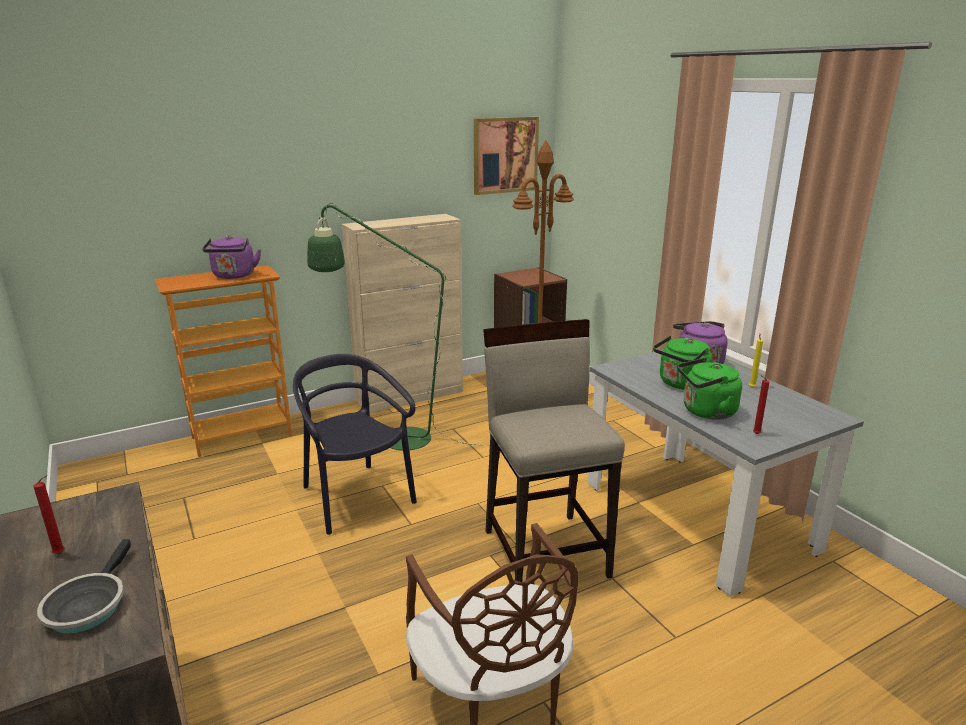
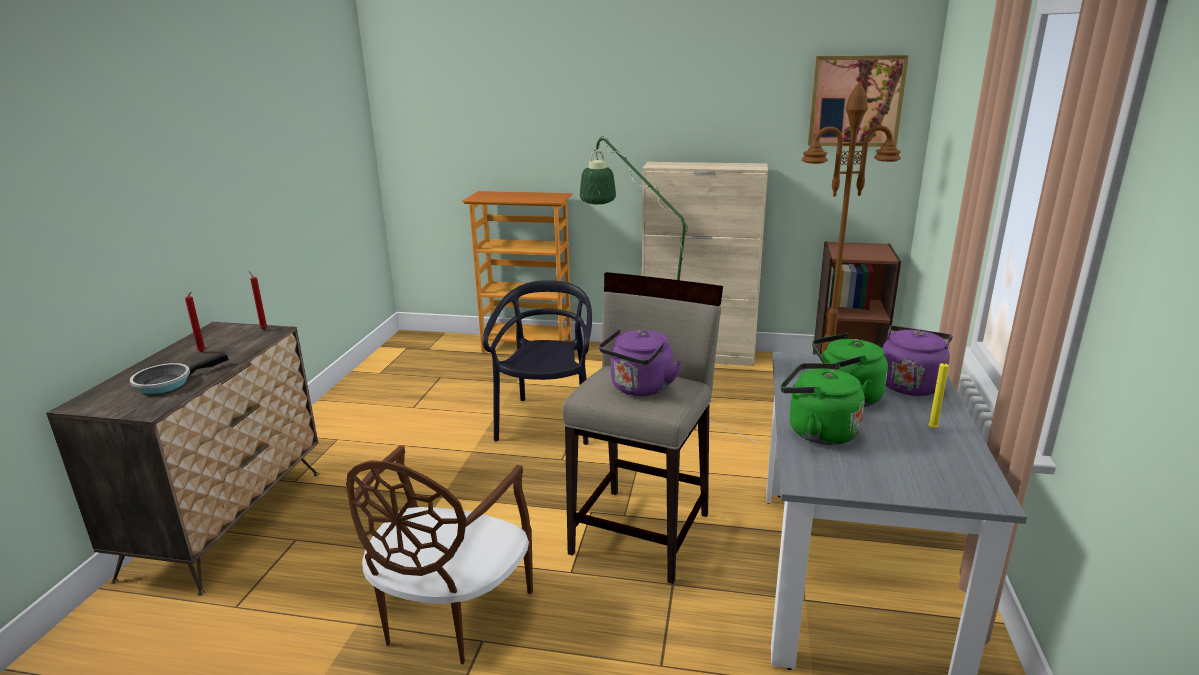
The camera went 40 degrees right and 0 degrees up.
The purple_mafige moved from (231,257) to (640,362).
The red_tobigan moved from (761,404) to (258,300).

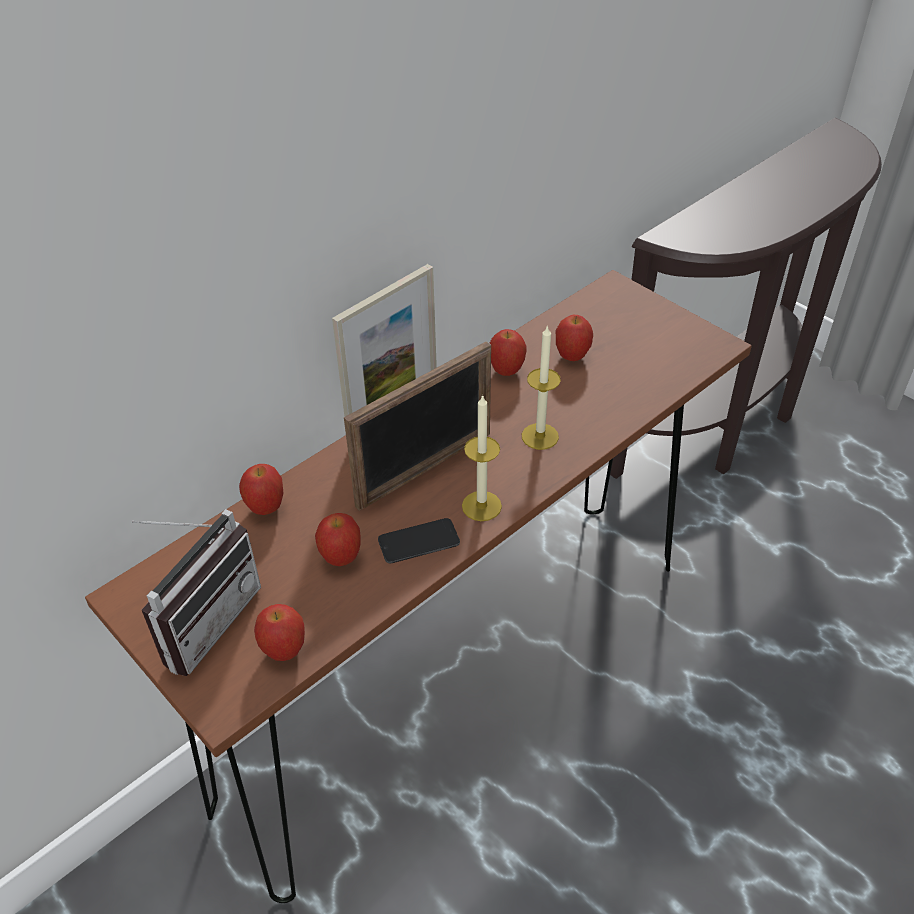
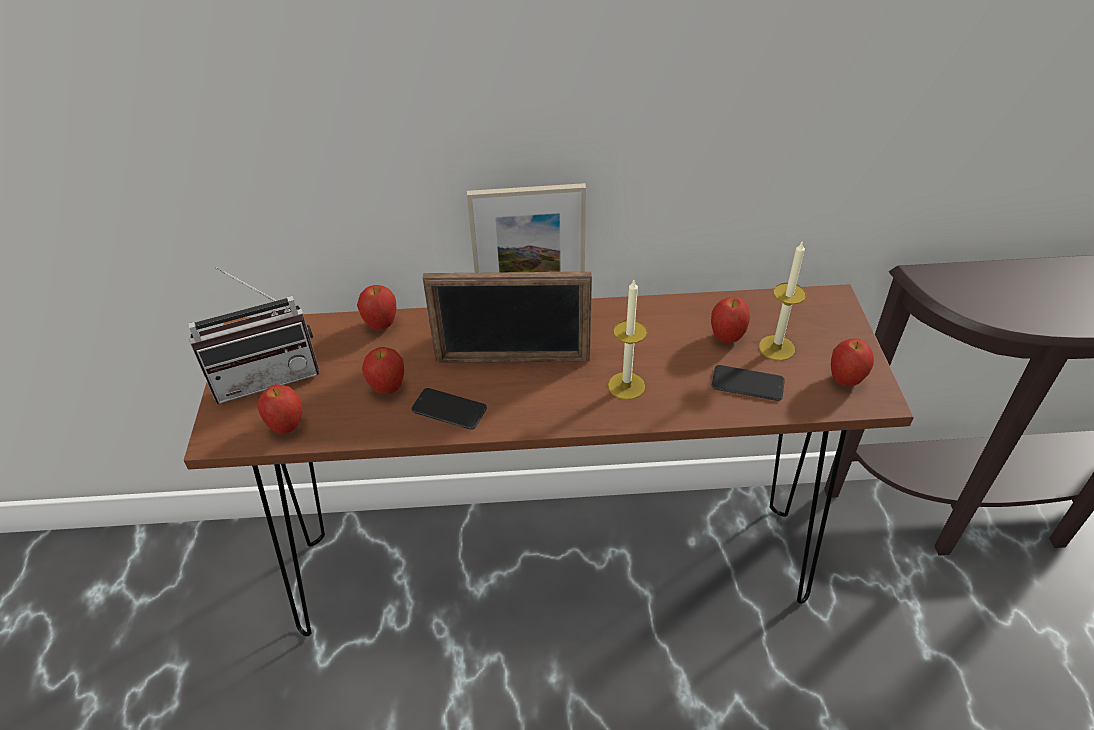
The camera went 40 degrees right and 0 degrees up.
The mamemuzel moved from (508,352) to (852,362).
The tobigan moved from (482,457) to (782,300).
The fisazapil at (748,383) appeared.

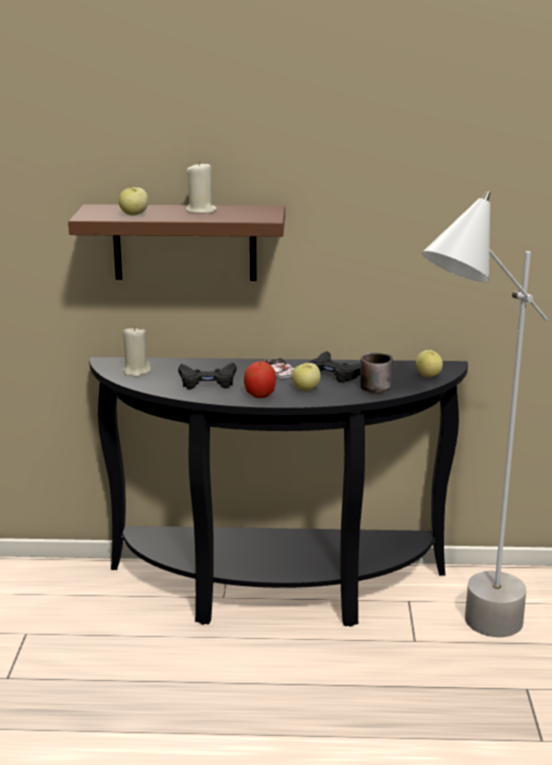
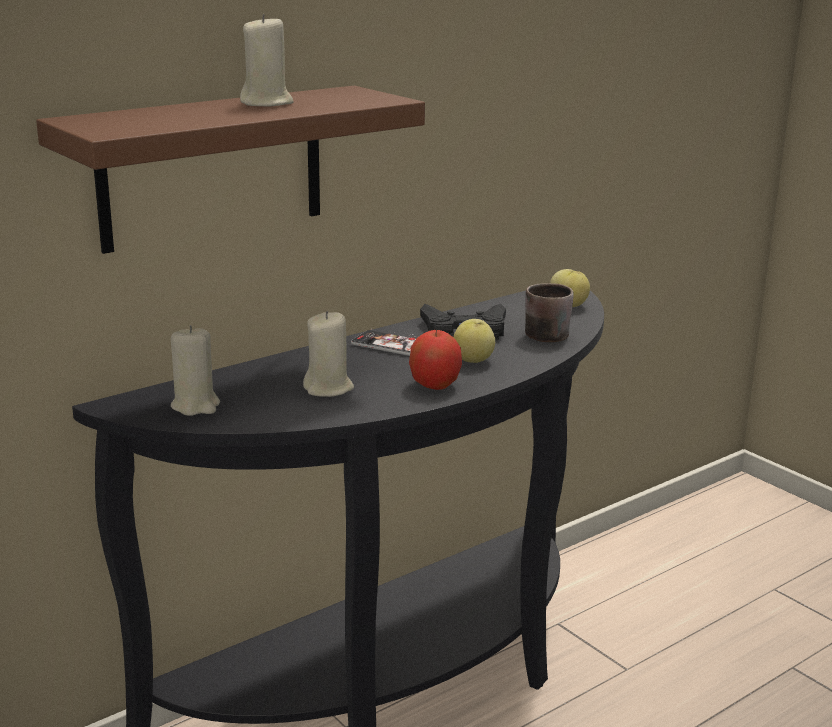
The camera went 40 degrees left and 0 degrees up.
The mamemuzel at (133,201) disappeared.
The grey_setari at (484,414) disappeared.
The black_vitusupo at (207,376) was replaced by the beige_tobigan at (328,354).

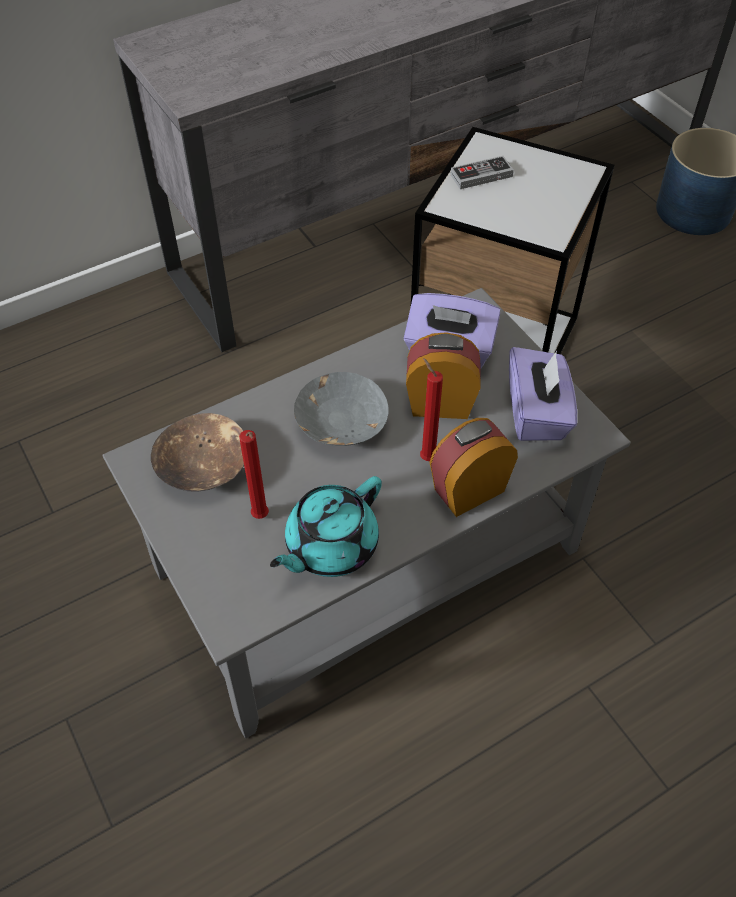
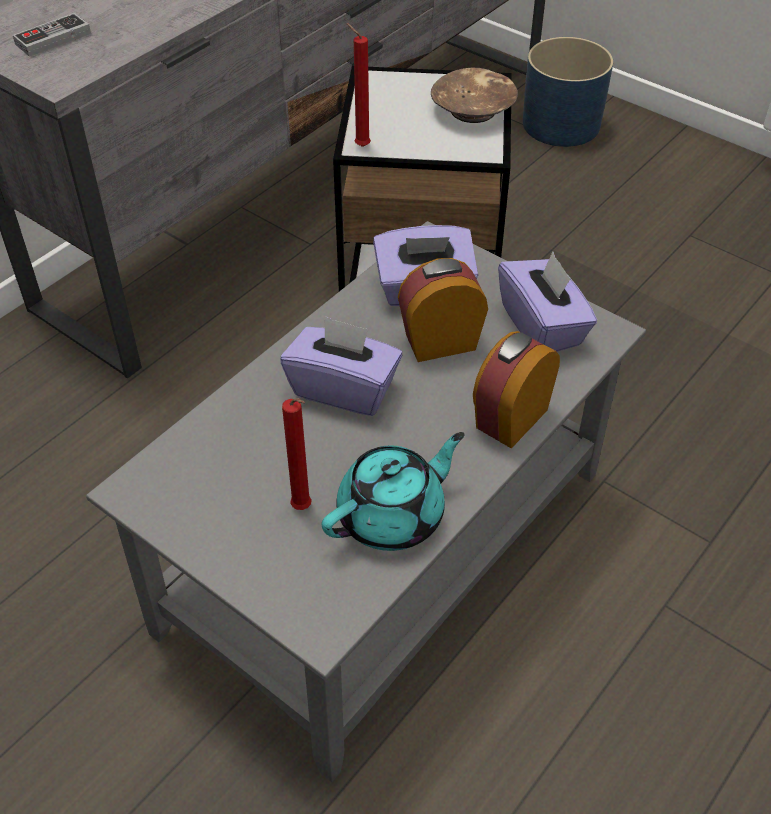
The camera went 20 degrees left and 5 degrees down.
The vitusupo moved from (482,172) to (52,35).
The red_tobigan moved from (431,409) to (359,85).
The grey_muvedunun at (341,409) was replaced by the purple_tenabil at (341,366).
The brown_muvedunun moved from (197,452) to (474,95).
The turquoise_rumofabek at (326,526) turned 150 degrees counterclockwise.

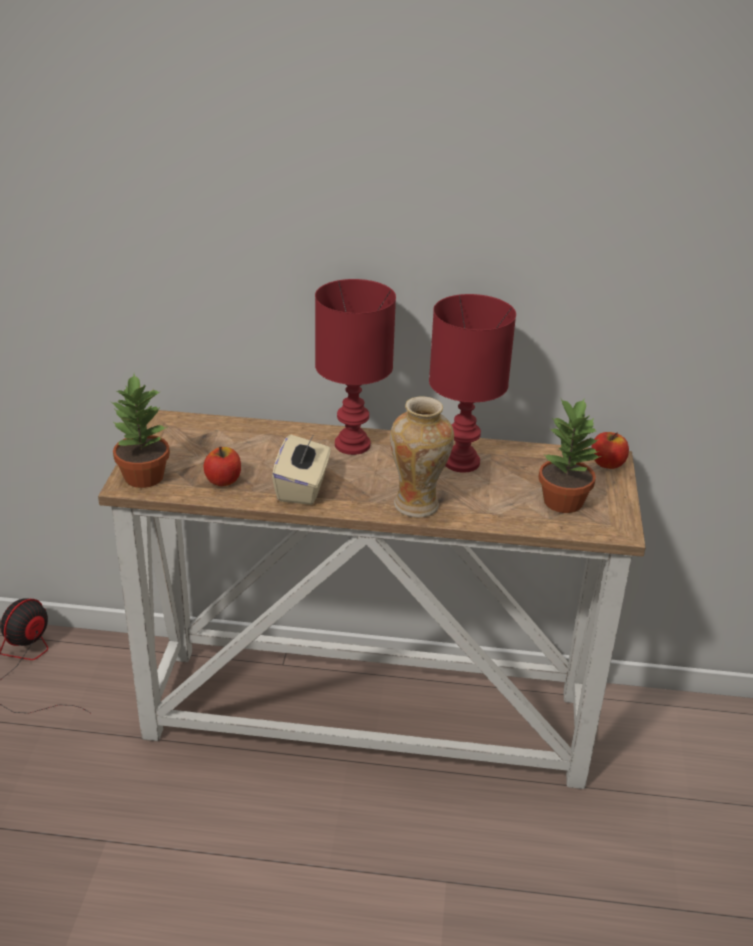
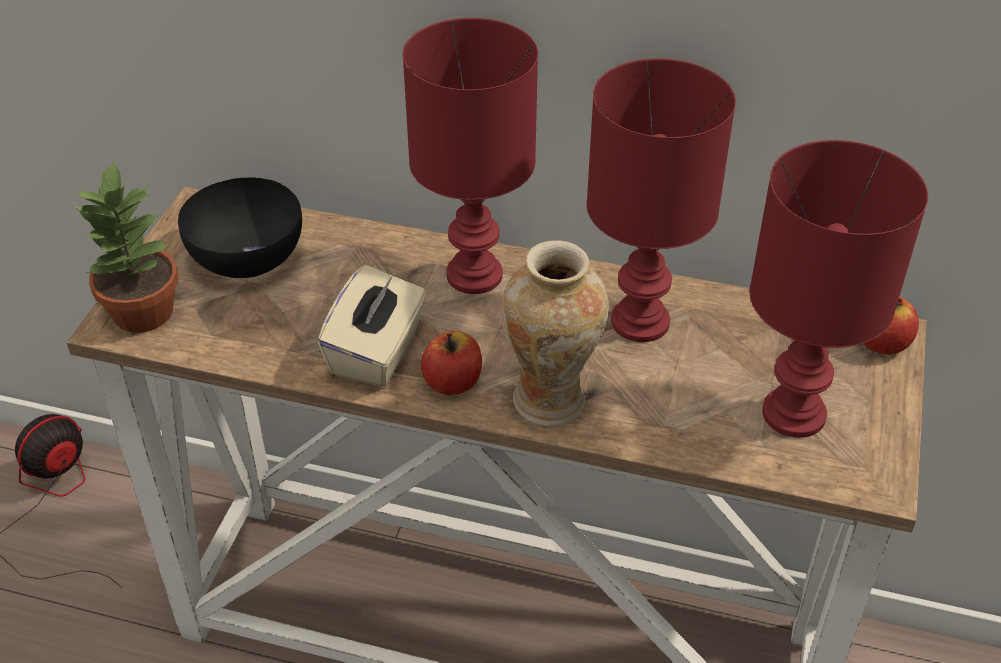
The camera went 10 degrees right and 10 degrees up.
The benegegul at (570,455) was replaced by the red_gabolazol at (838,289).
The mamemuzel moved from (222,466) to (451,363).
The black_muvedunun at (240,227) appeared.

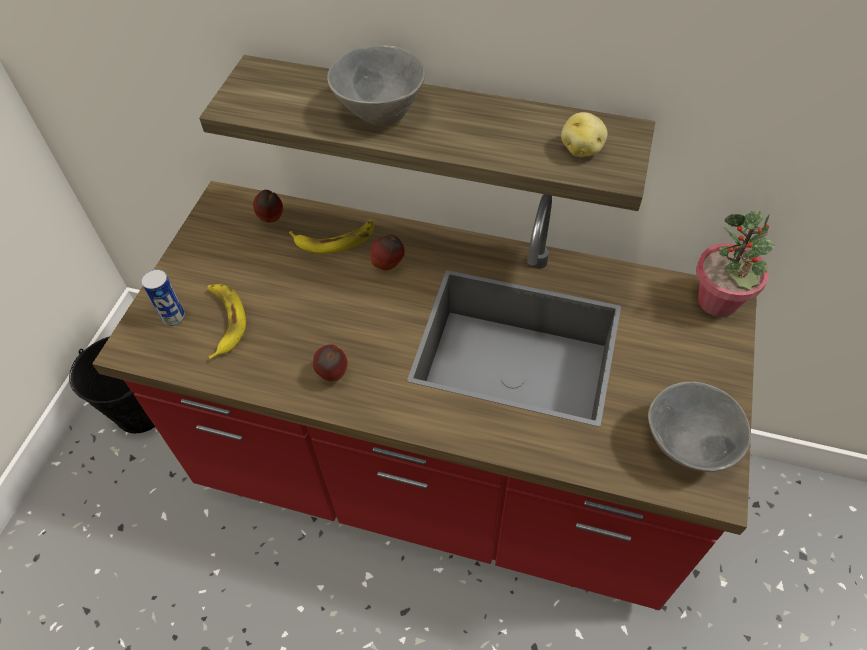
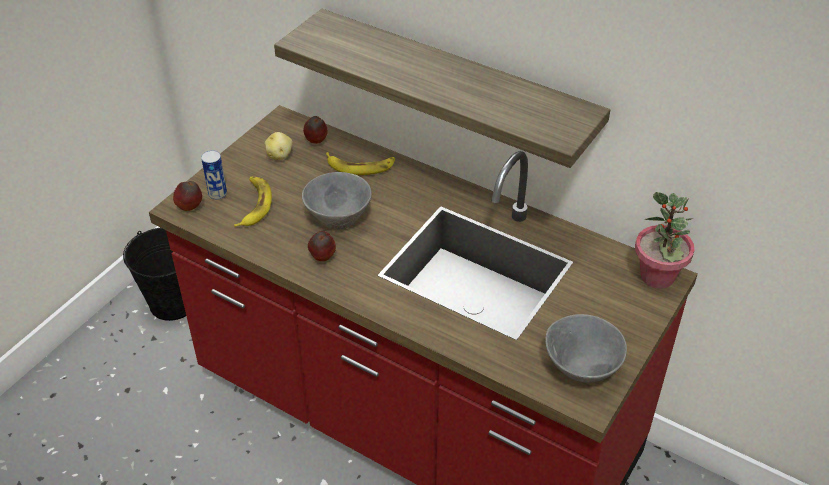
The camera went 15 degrees right and 10 degrees down.
The grey_muvedunun moved from (376,85) to (337,201).
The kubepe moved from (584,134) to (279,146).
The mamemuzel moved from (387,252) to (187,196).

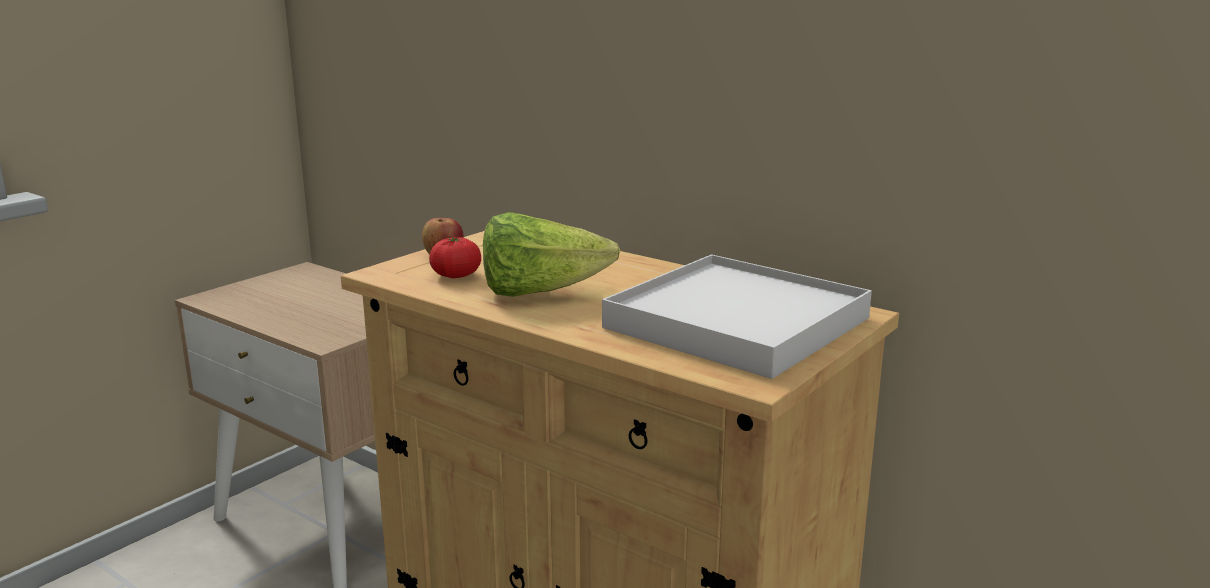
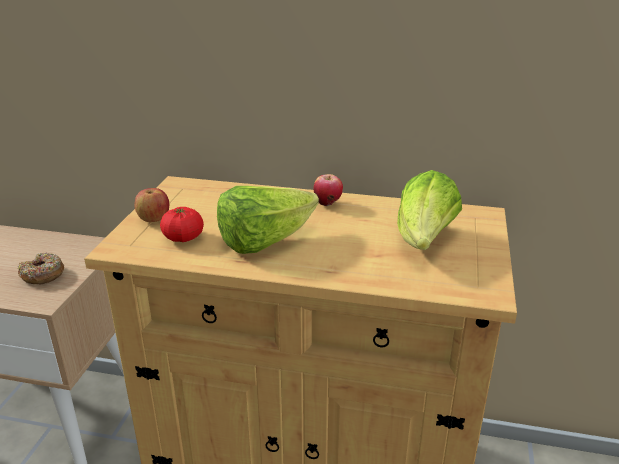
The camera went 25 degrees left and 10 degrees up.
The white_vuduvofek at (737,316) was replaced by the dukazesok at (429,210).
The mamemuzel at (328,190) appeared.
The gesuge at (41,268) appeared.

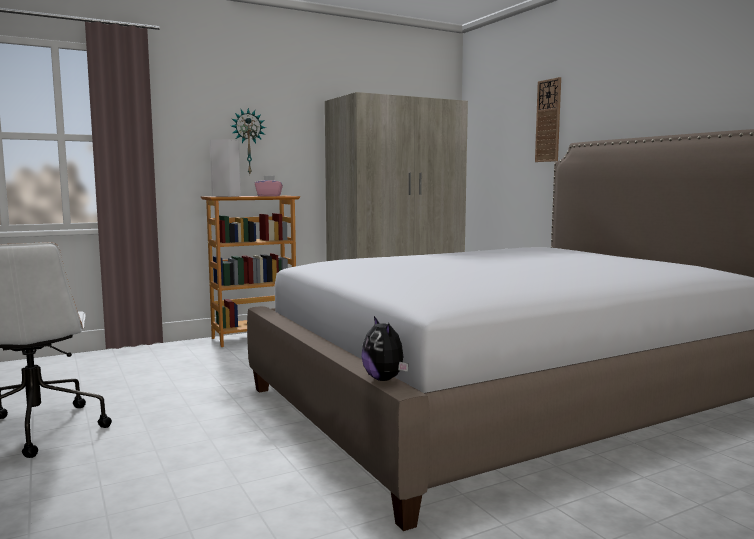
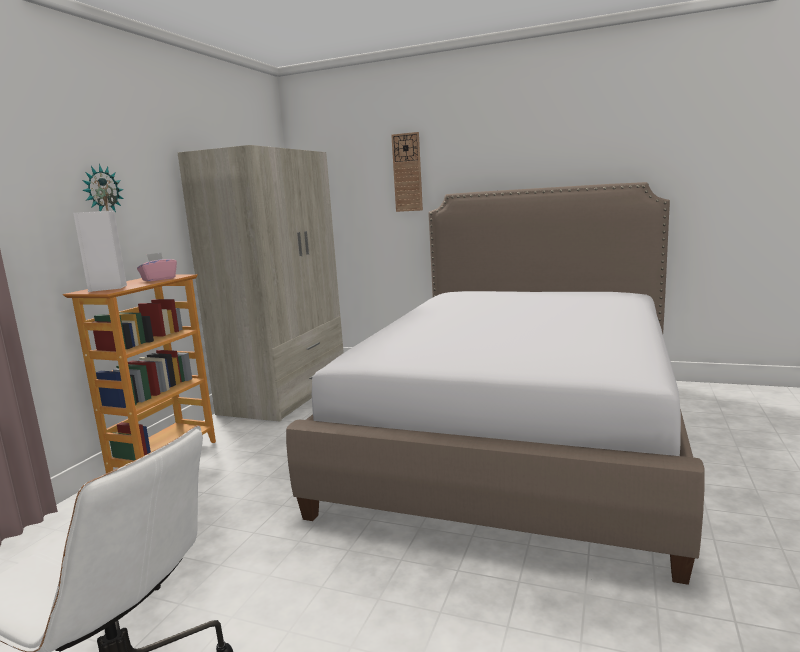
The camera went 40 degrees left and 5 degrees up.
The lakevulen at (384,348) disappeared.

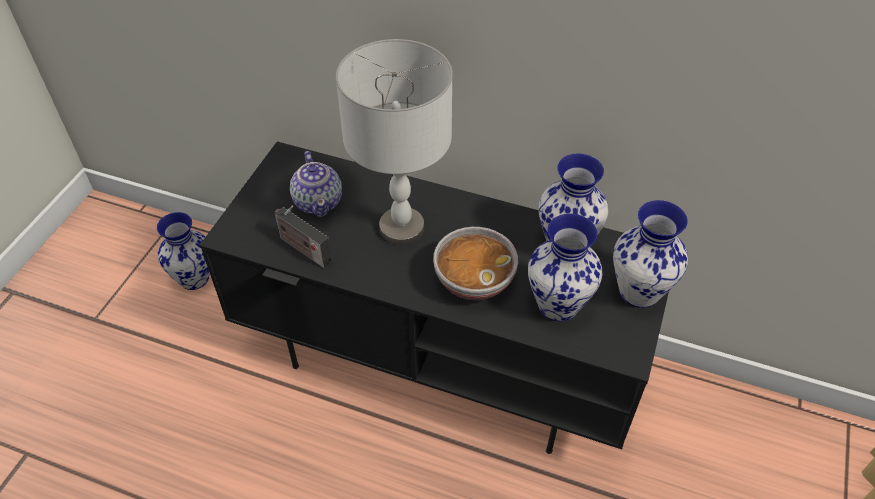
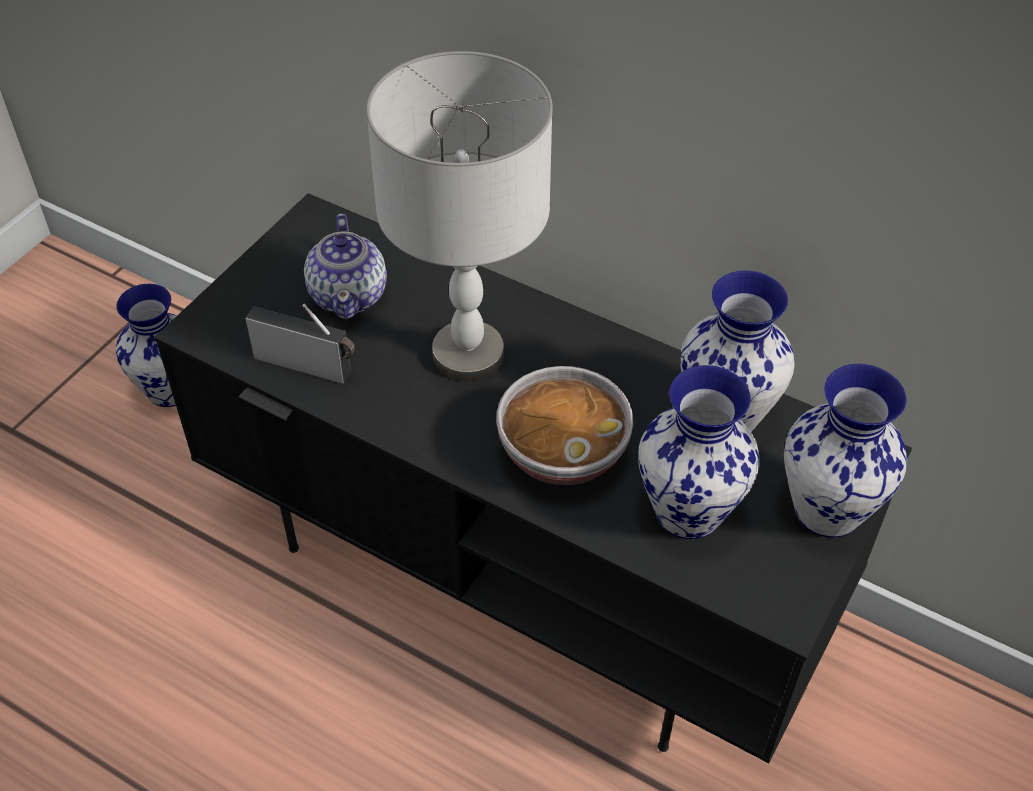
The camera went 10 degrees right and 0 degrees up.
The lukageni at (303,237) turned 150 degrees clockwise.

